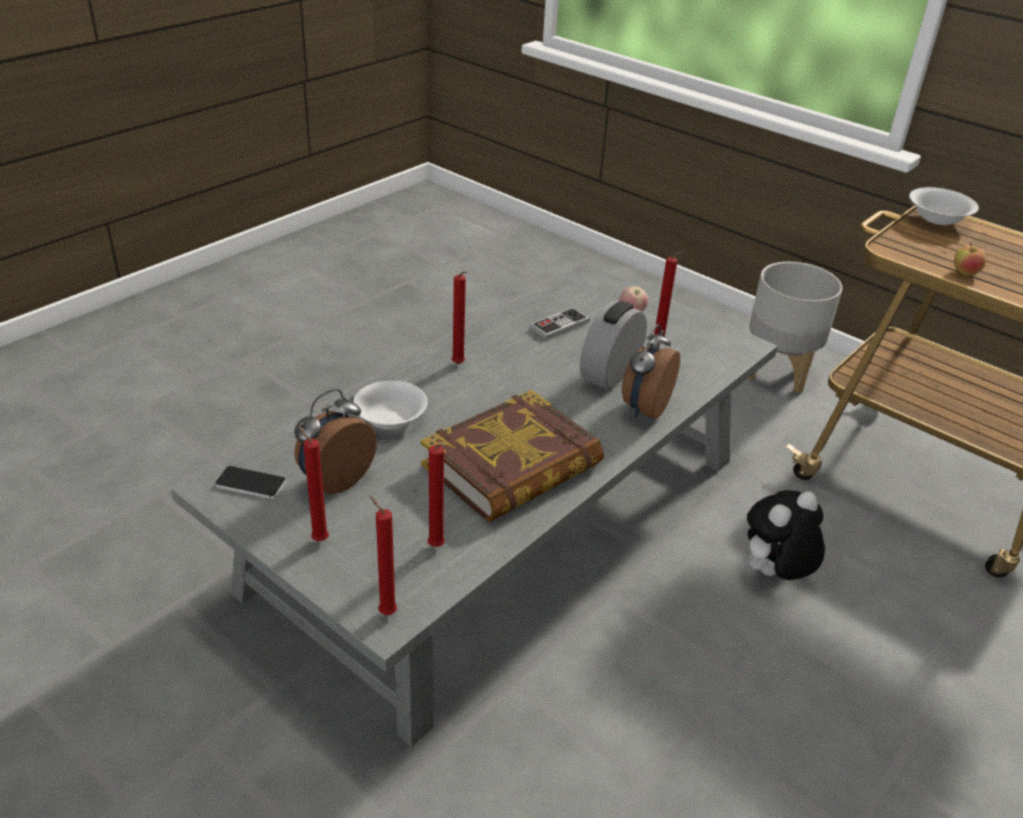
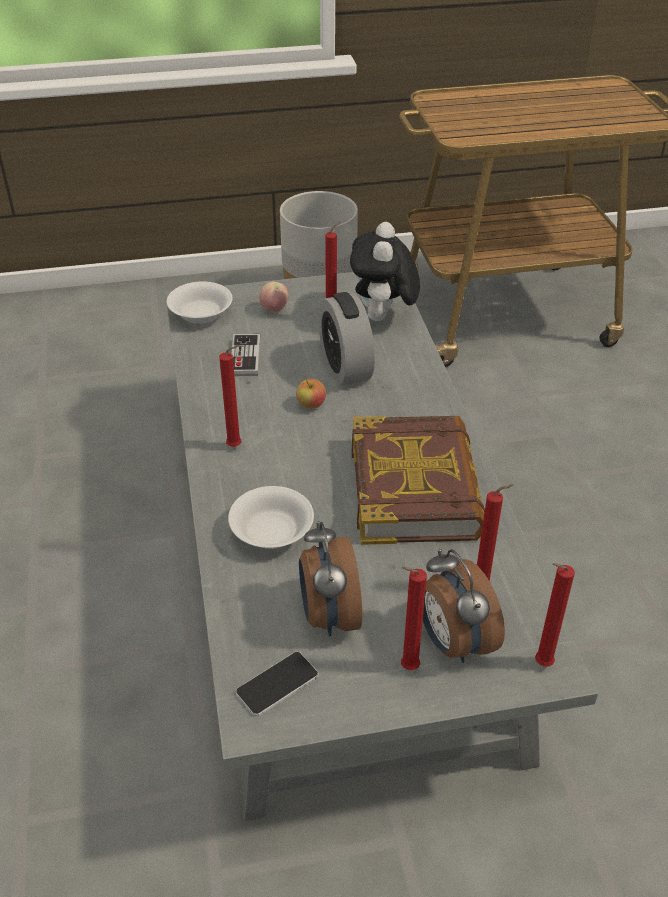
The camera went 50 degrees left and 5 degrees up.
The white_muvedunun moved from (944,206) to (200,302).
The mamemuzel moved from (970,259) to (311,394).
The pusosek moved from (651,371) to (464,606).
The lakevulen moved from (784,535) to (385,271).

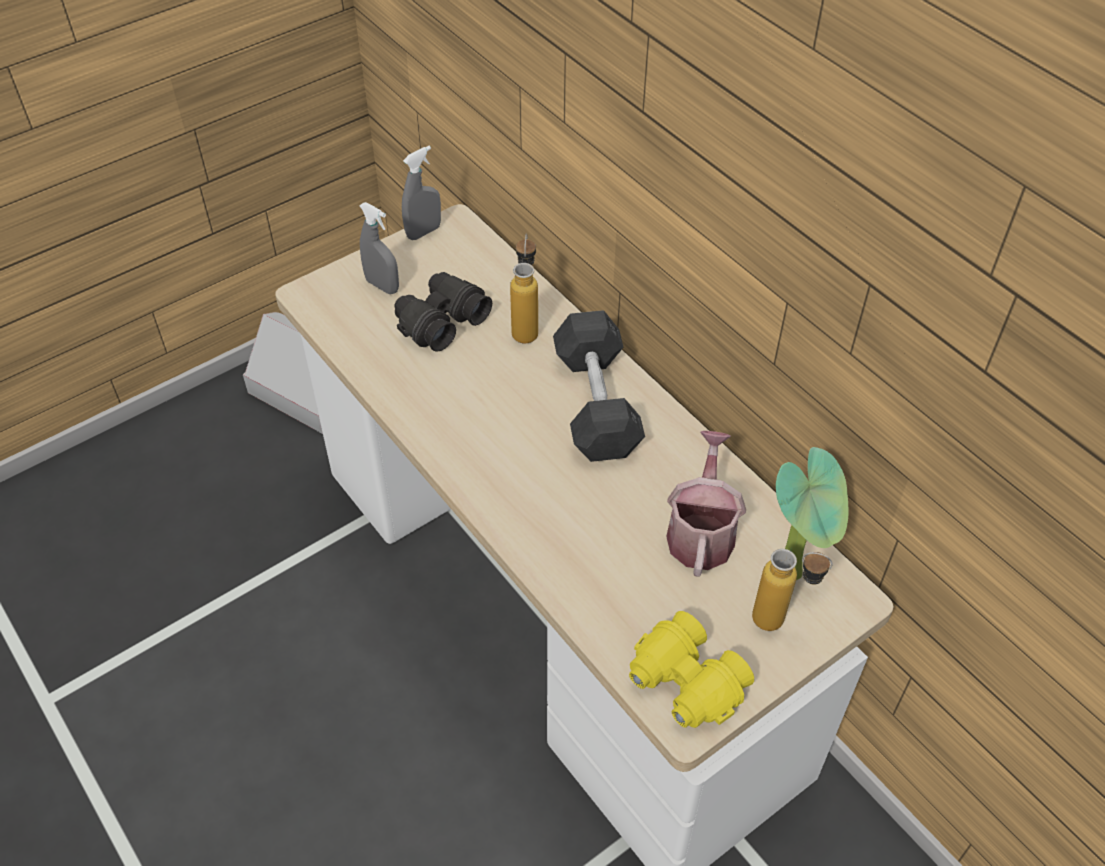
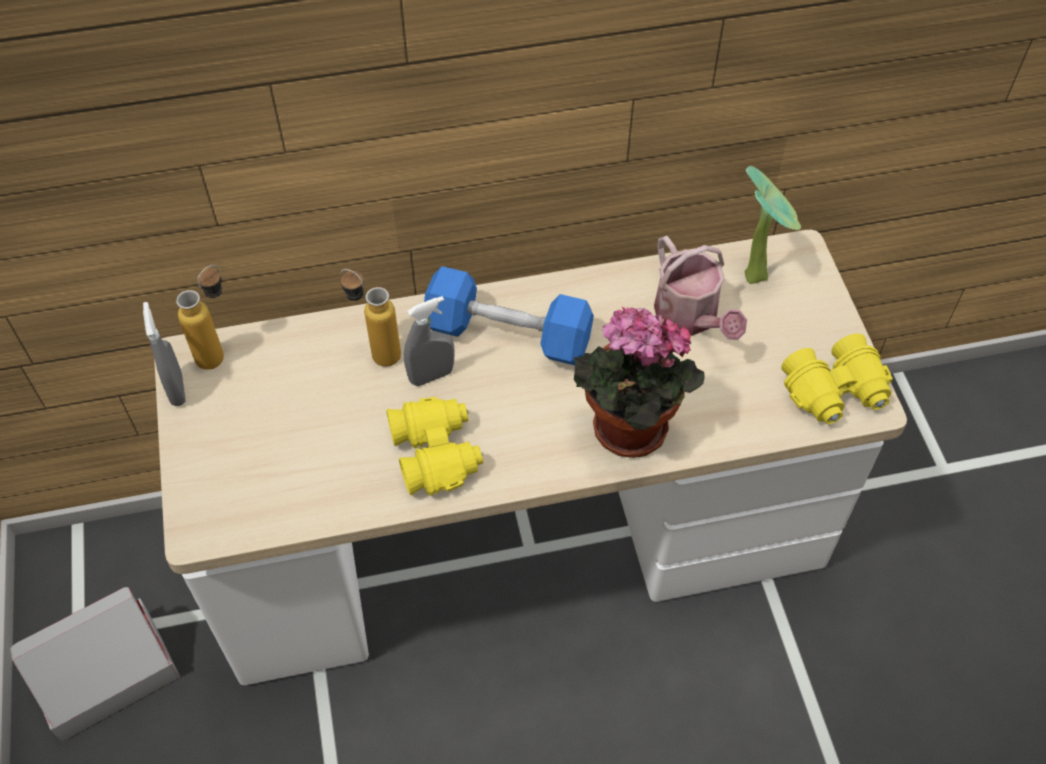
The camera went 65 degrees left and 5 degrees up.
The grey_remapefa moved from (379,248) to (429,341).
The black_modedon at (443,312) disappeared.
The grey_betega at (599,386) became the blue_betega at (509,315).
The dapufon at (706,504) turned 150 degrees counterclockwise.
The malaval moved from (792,590) to (200,317).
The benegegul at (639,382) appeared.
The yellow_modedon at (435,446) appeared.

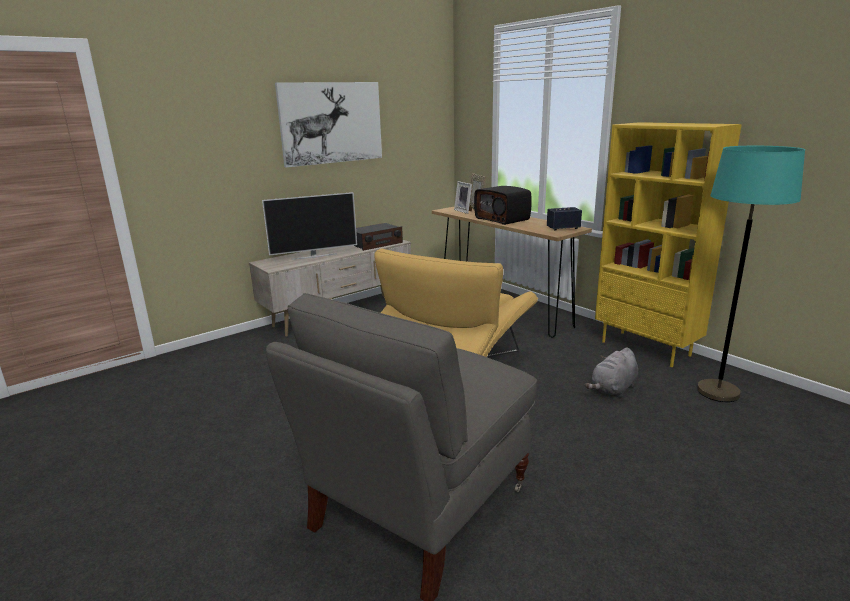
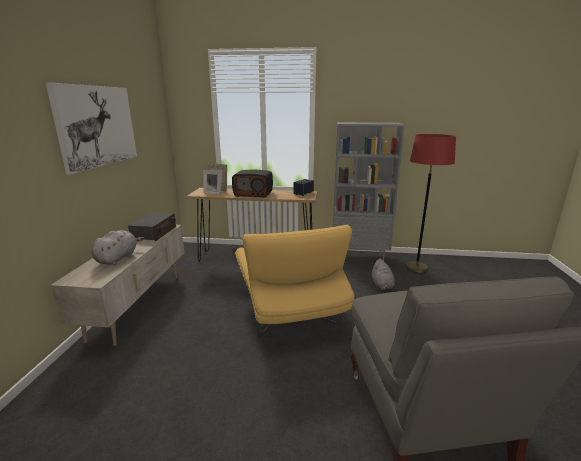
The camera went 45 degrees left and 0 degrees up.
The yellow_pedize at (668,244) became the grey_pedize at (369,191).
The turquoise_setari at (751,274) became the red_setari at (431,203).
The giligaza at (309,226) was replaced by the grey_lakevulen at (118,247).

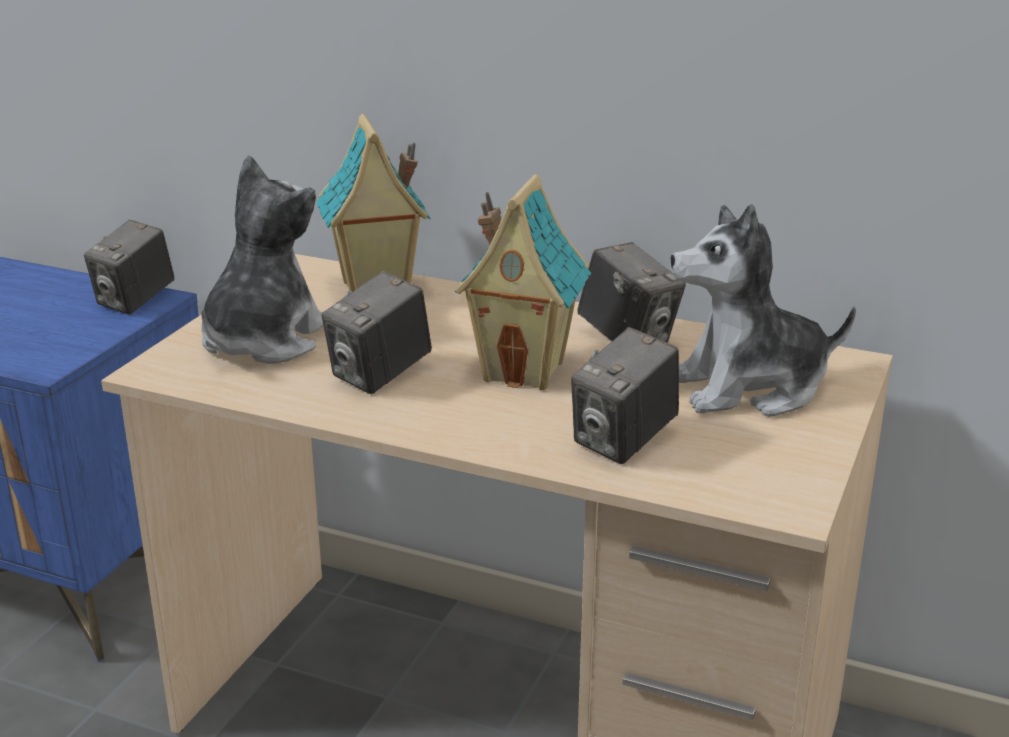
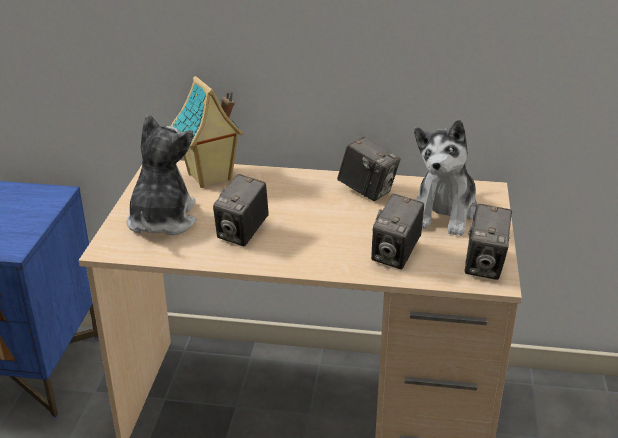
The camera went 15 degrees left and 5 degrees up.
The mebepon at (523,282) disappeared.
The lakevulen at (763,310) turned 45 degrees counterclockwise.
The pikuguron moved from (129,267) to (488,242).

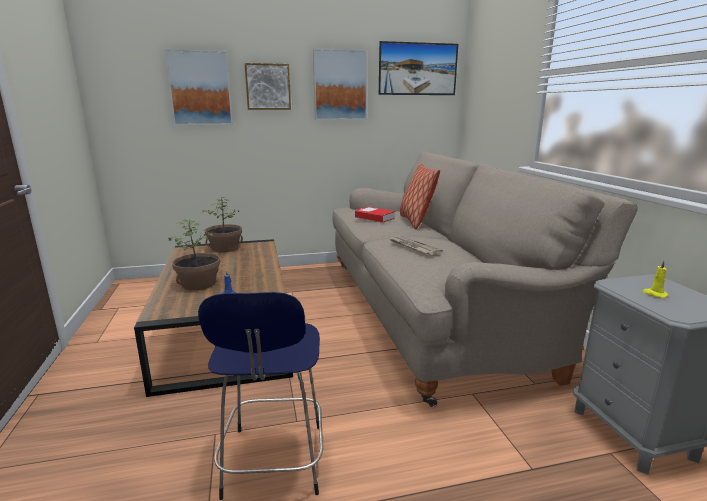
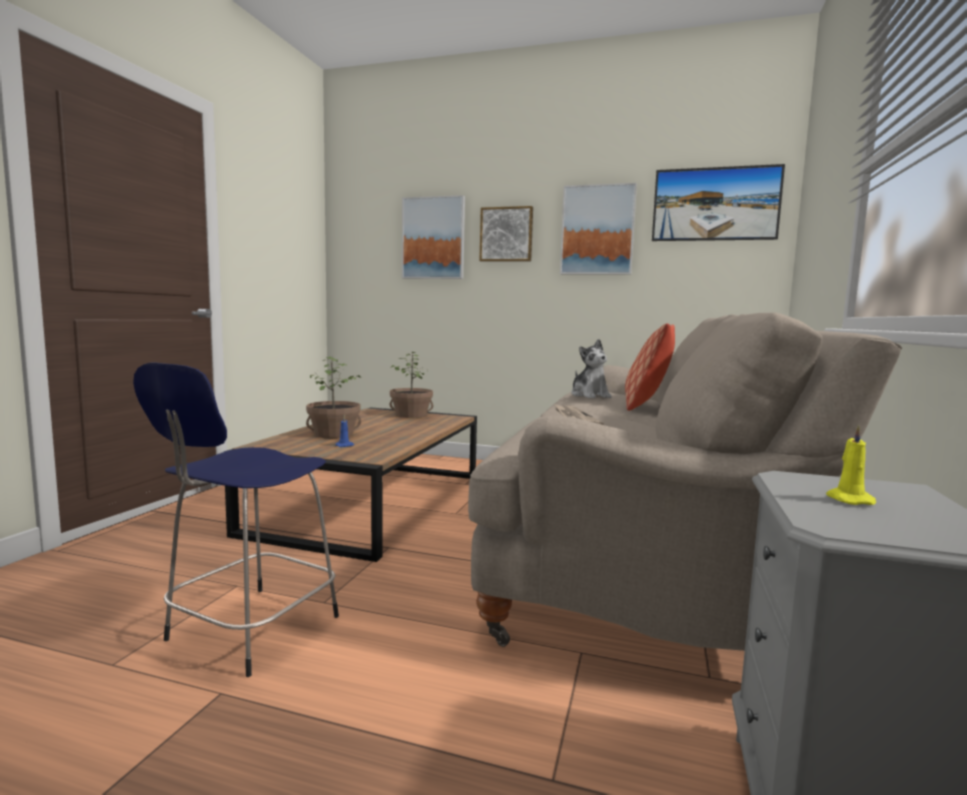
The camera went 30 degrees right and 10 degrees down.
The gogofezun at (375,215) was replaced by the lakevulen at (591,368).

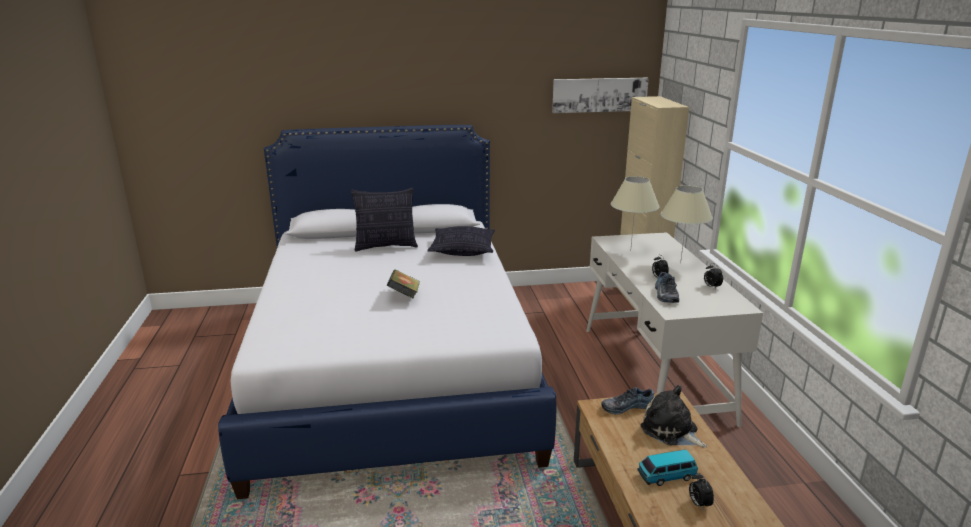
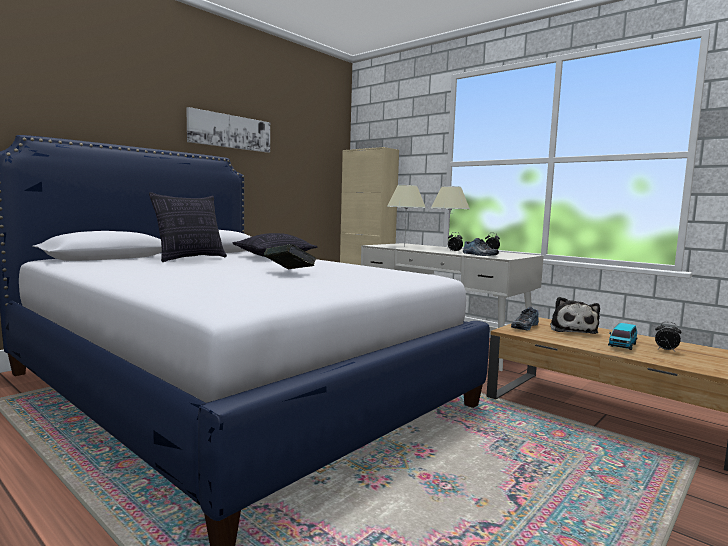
The camera went 40 degrees left and 15 degrees down.
The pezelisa moved from (600,95) to (228,130).
The lakevulen at (674,416) turned 90 degrees counterclockwise.

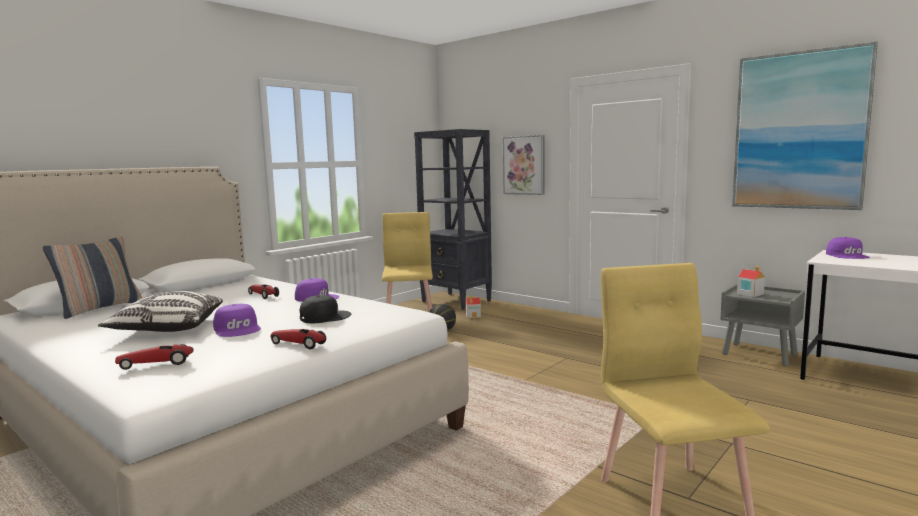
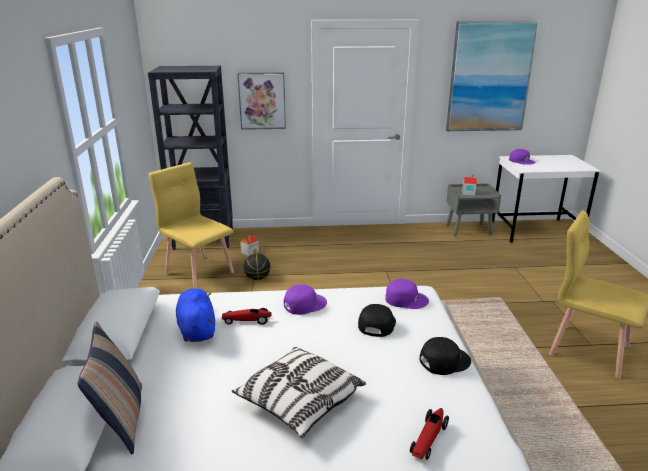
The camera went 45 degrees left and 15 degrees up.
The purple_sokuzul moved from (237,320) to (407,294).
The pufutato at (298,339) was replaced by the black_sokuzul at (445,356).
The blue_lakevulen at (195,315) appeared.

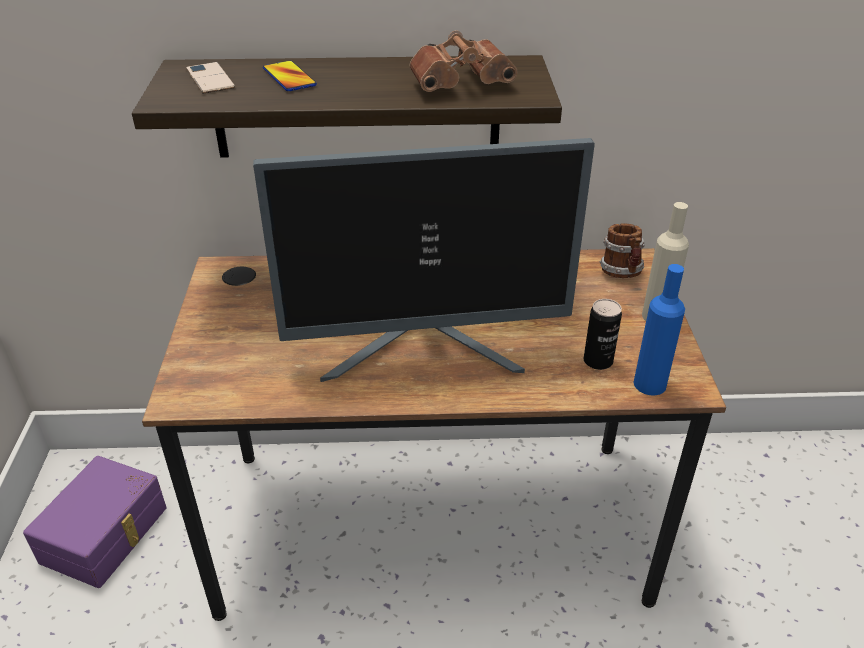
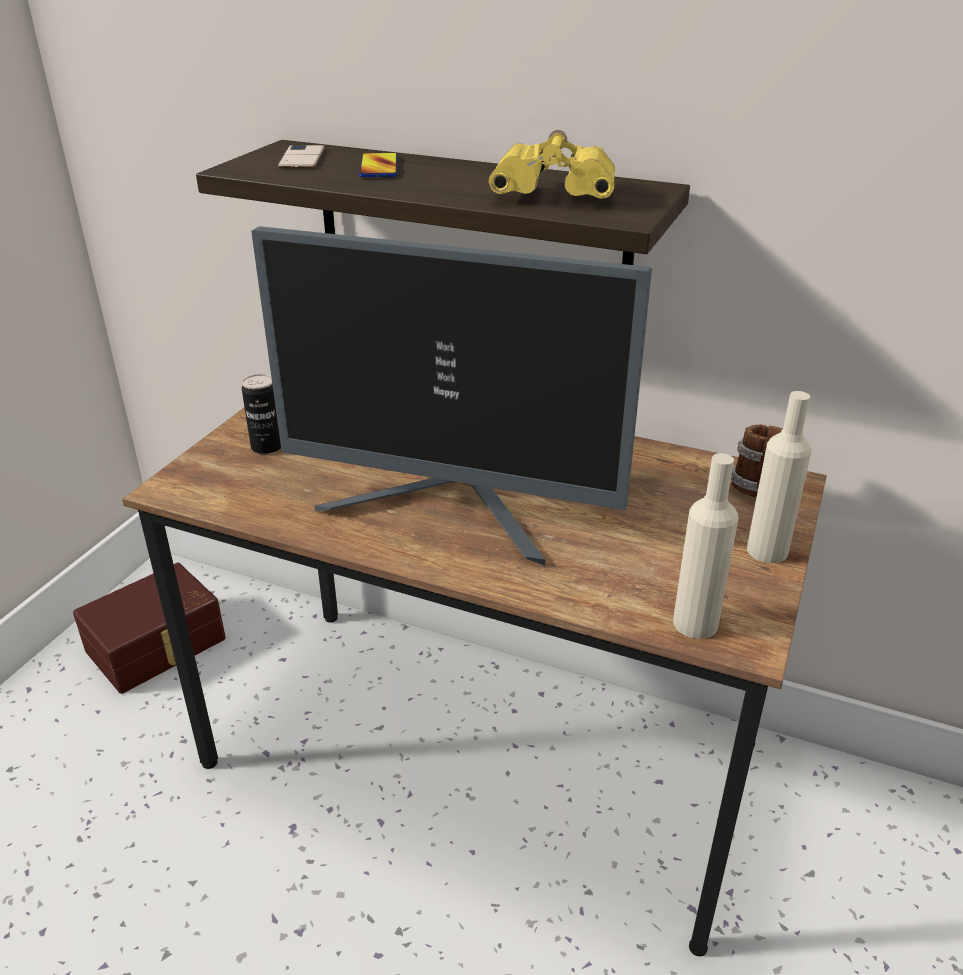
The camera went 25 degrees right and 5 degrees down.
The brown_modedon at (463,61) became the yellow_modedon at (552,164).
The blue_malaval at (659,329) became the beige_malaval at (705,546).
The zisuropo moved from (602,334) to (261,414).
The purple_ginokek at (95,522) became the brown_ginokek at (149,628).

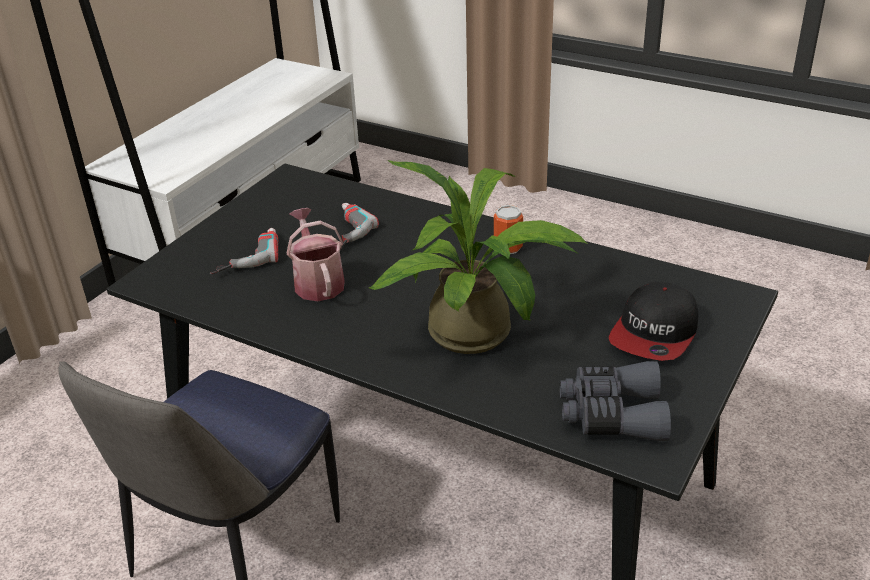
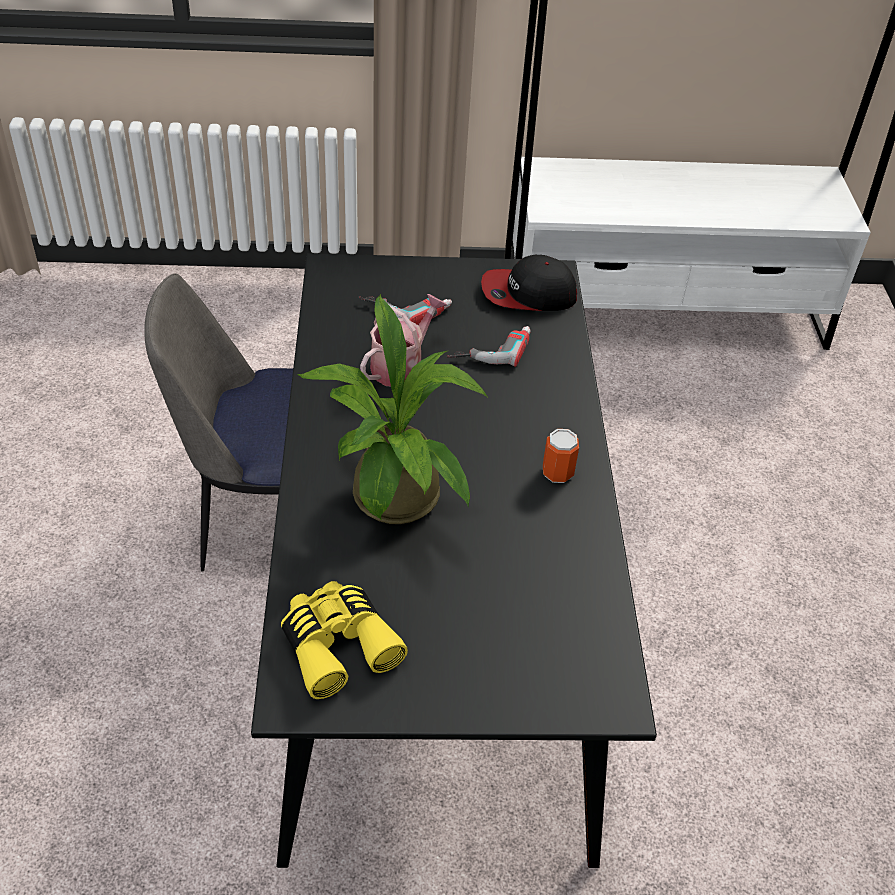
The camera went 55 degrees right and 10 degrees up.
The sokuzul moved from (653,321) to (529,283).
The grey_modedon at (615,401) became the yellow_modedon at (344,640).

